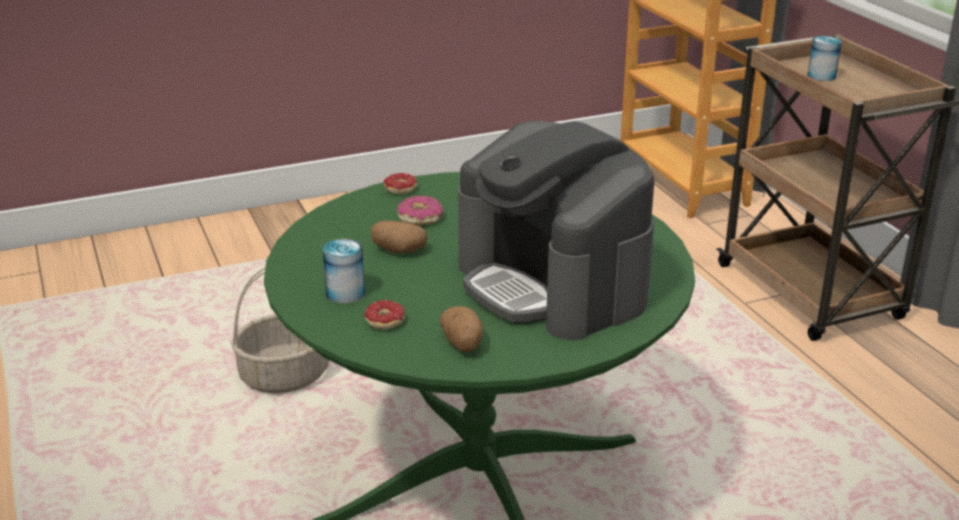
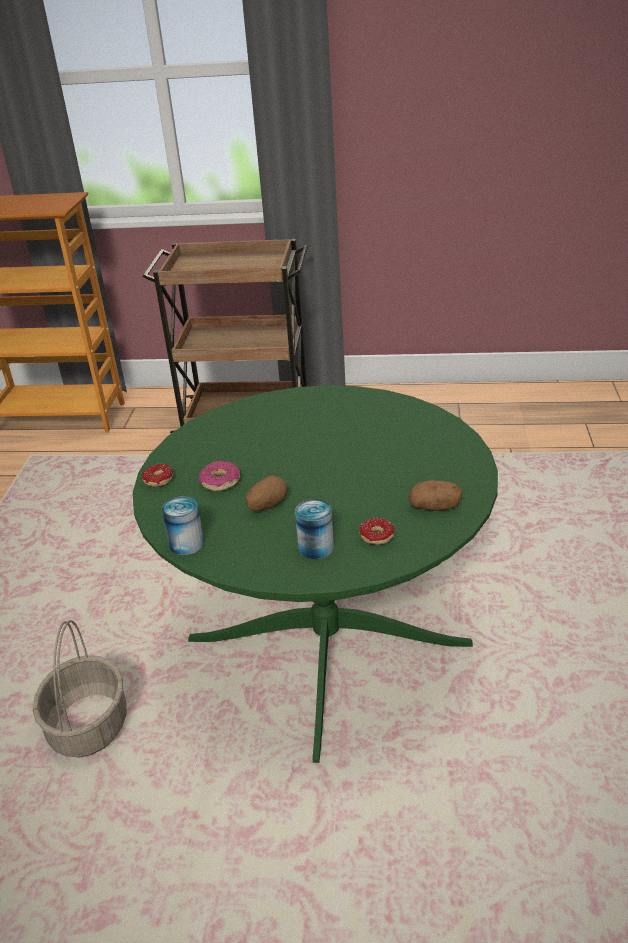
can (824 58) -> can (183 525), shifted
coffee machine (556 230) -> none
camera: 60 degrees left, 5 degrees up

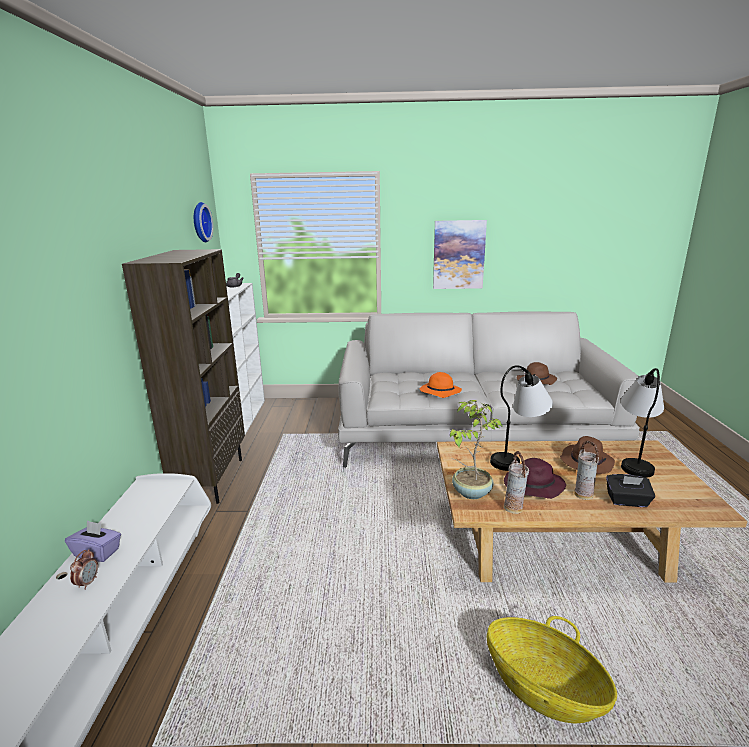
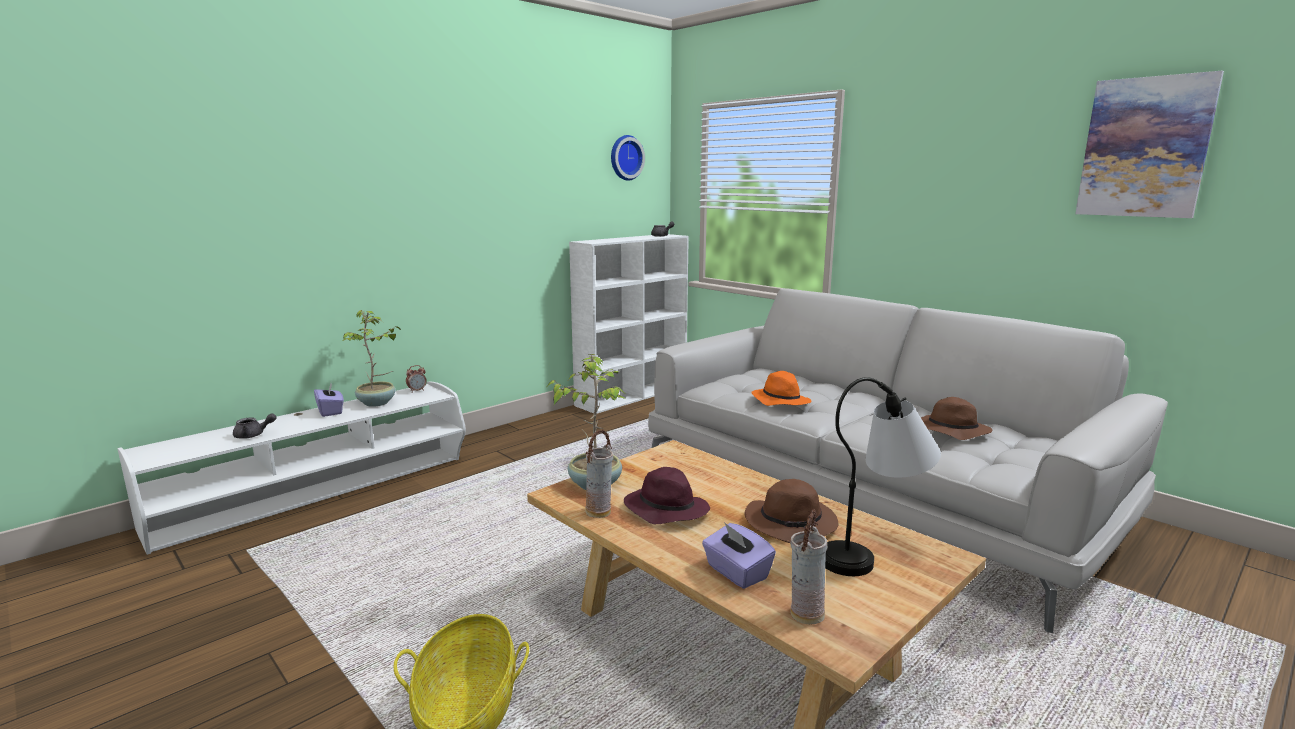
picture (460 254) -> picture (1149 144), shifted
brown bookcase (183 376) -> none
table lamp (521 418) -> none
vase (586 470) -> vase (809 566), shifted
black tissue box (630 490) -> purple tissue box (739 555)
alarm clock (84 569) -> alarm clock (416 378), shifted
none -> potted plant (371 358)
none -> grey teapot (254 426)
camera: 45 degrees right, 5 degrees down

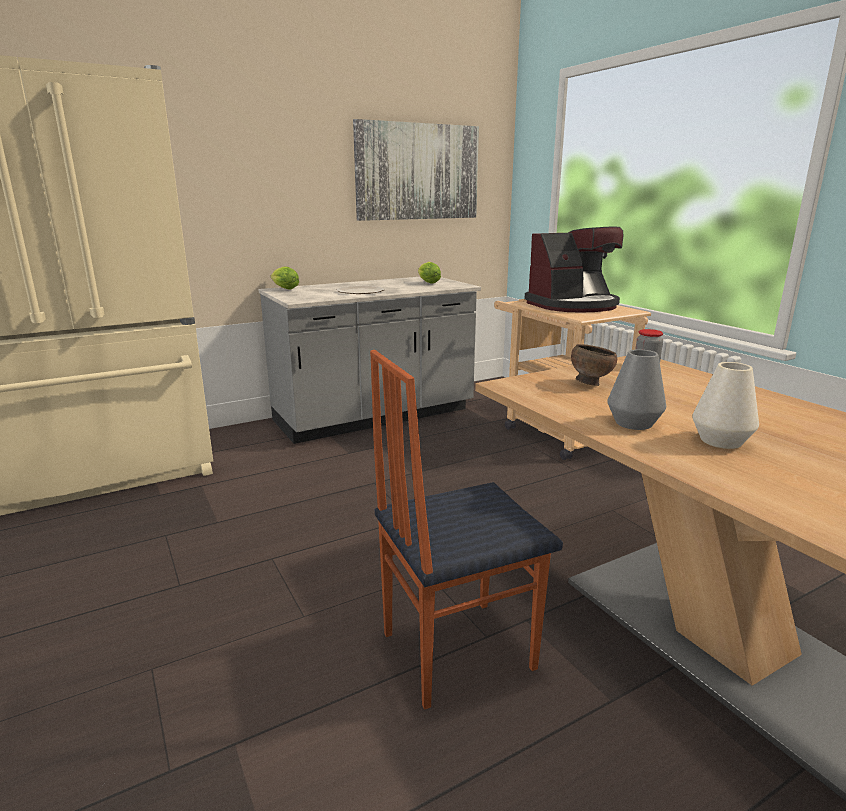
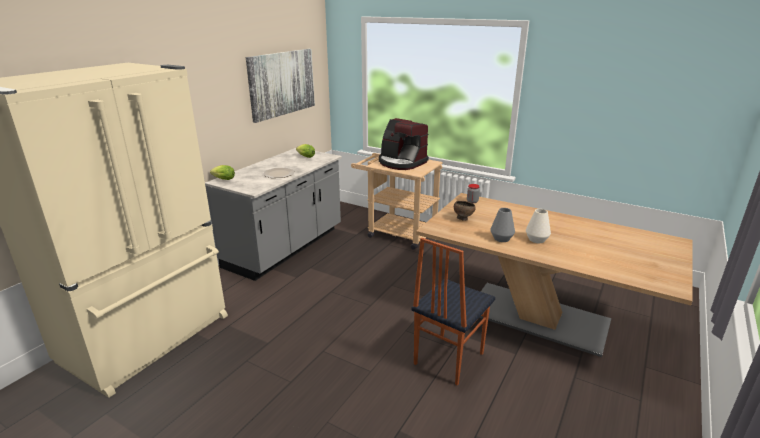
coffee machine (574 269) -> coffee machine (404 144), 90 degrees clockwise
camera: 30 degrees left, 5 degrees up

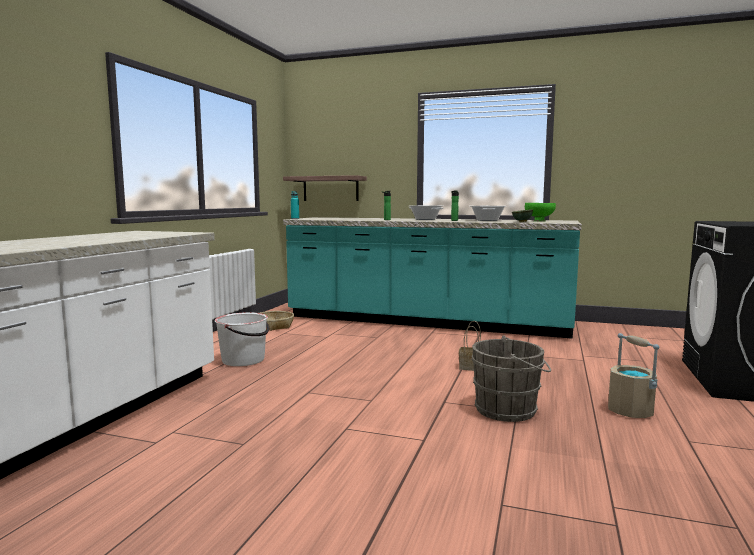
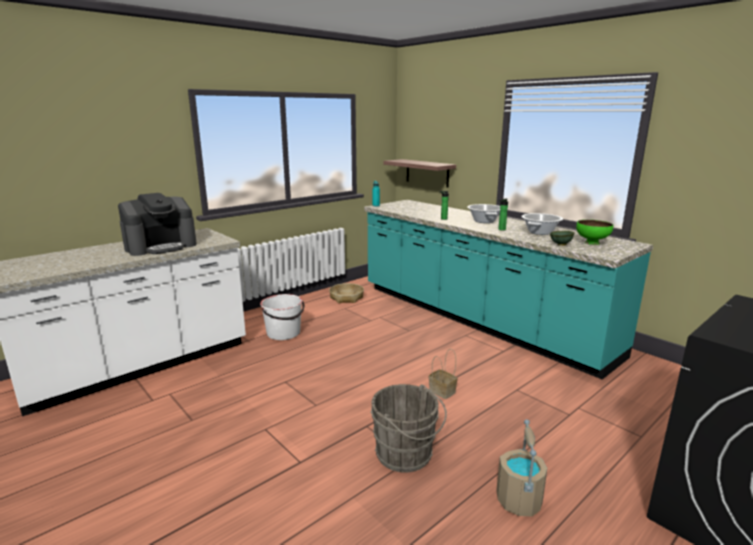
none -> coffee machine (157 224)
camera: 30 degrees right, 10 degrees up

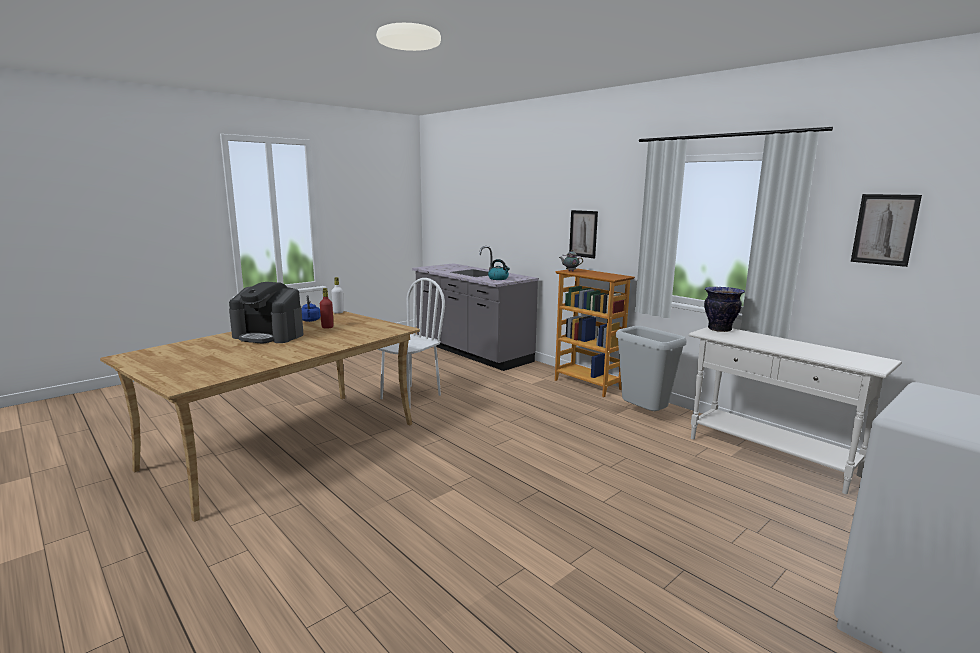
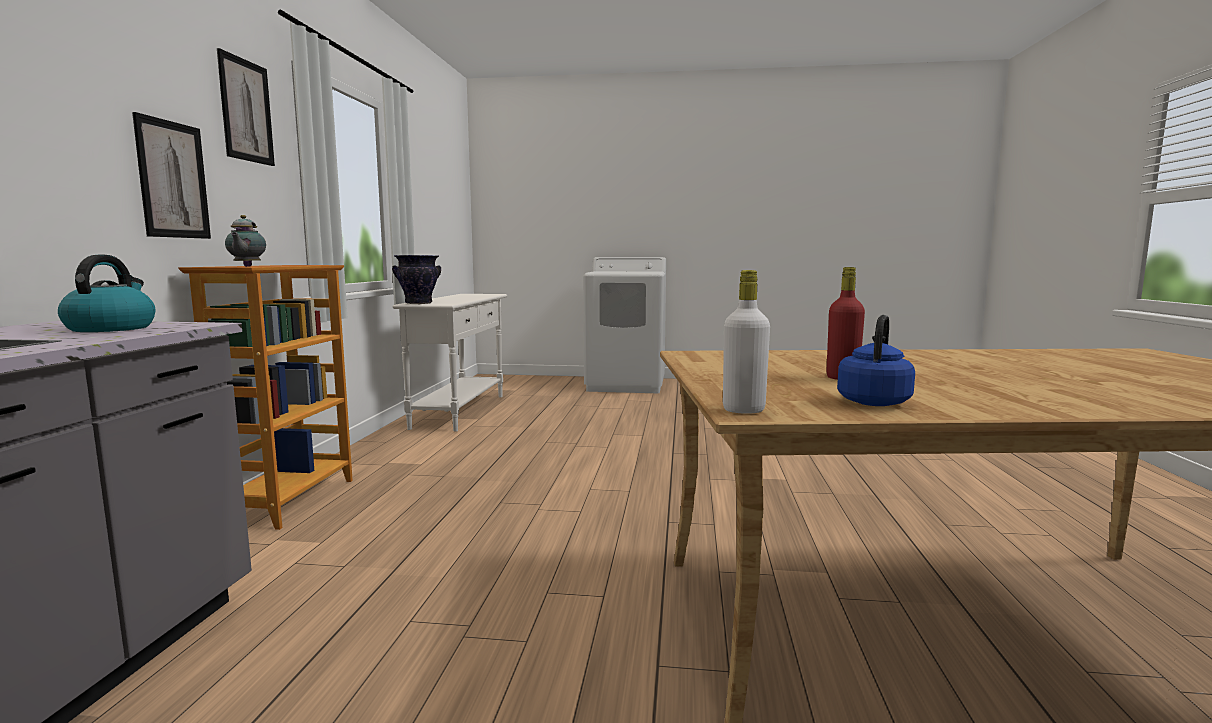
picture (886 230) -> picture (246 107), shifted
white chair (411 343) -> none
coffee machine (266 313) -> none
grey trash can (651 368) -> none
camera: 130 degrees left, 5 degrees down

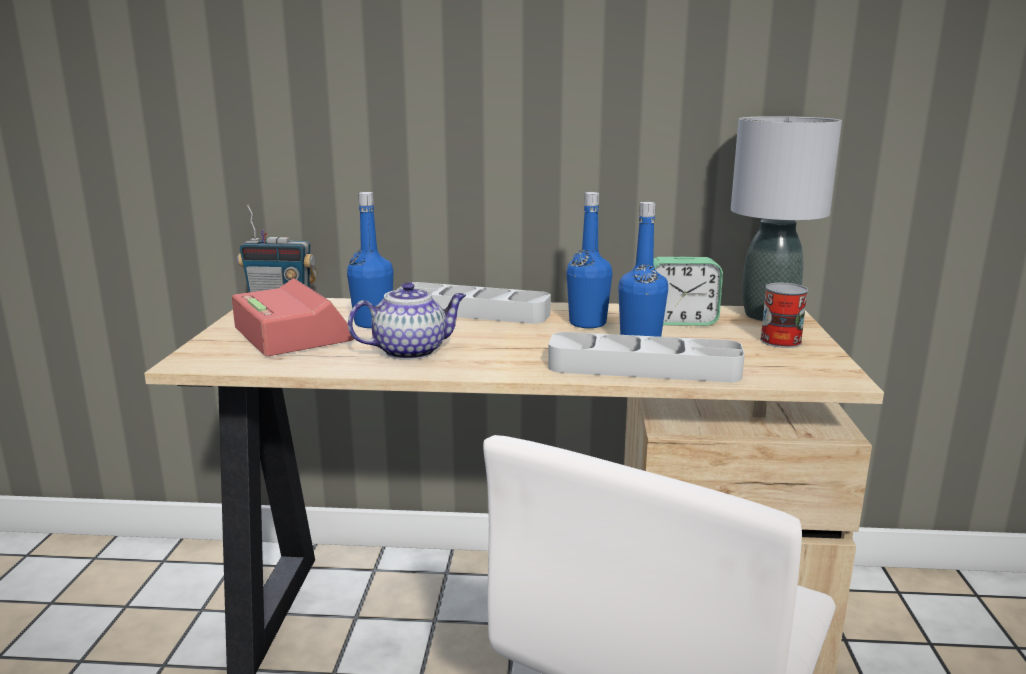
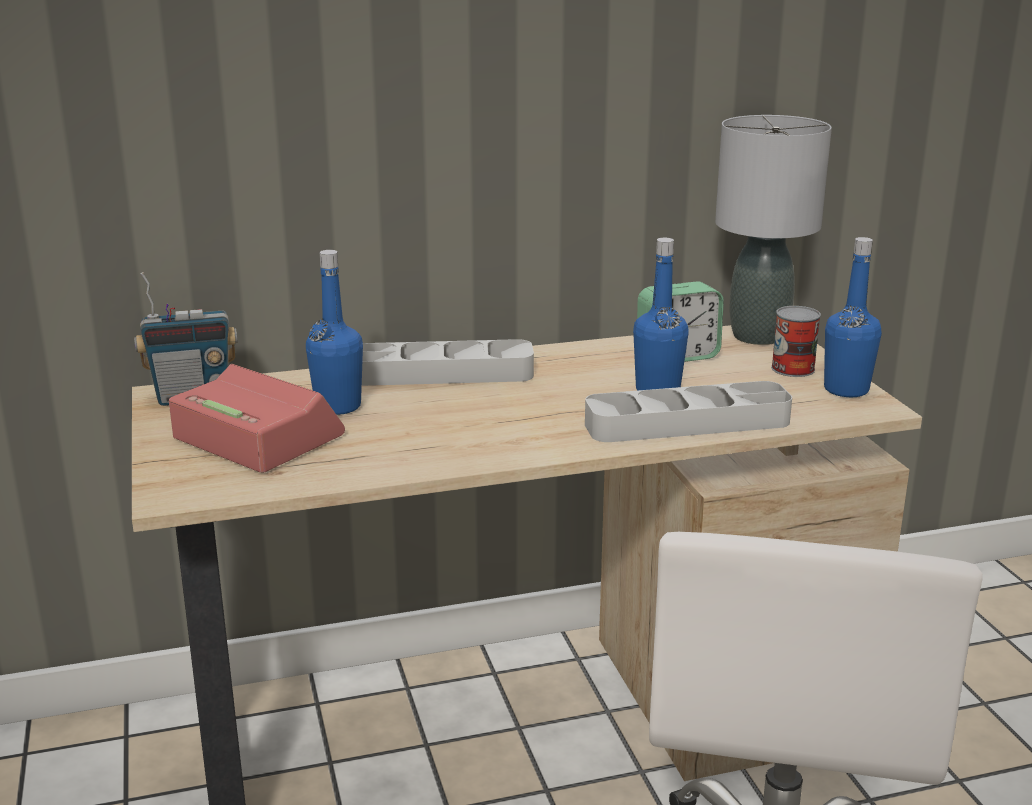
blue bottle (589 260) -> blue bottle (853 317), shifted
teapot (407 321) -> none
camera: 20 degrees left, 5 degrees up

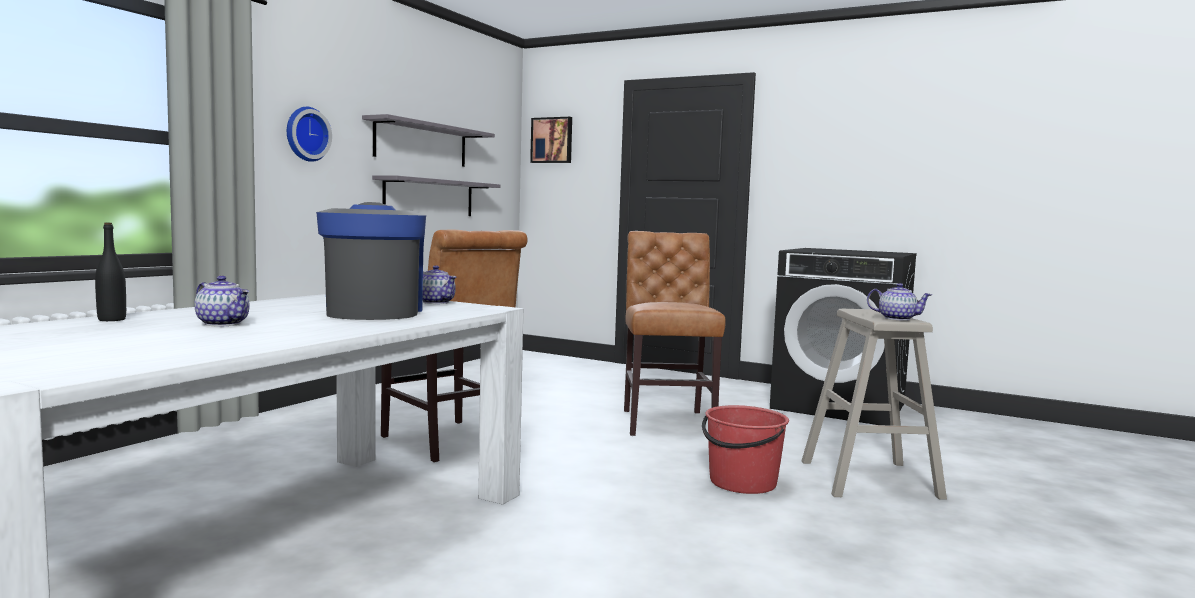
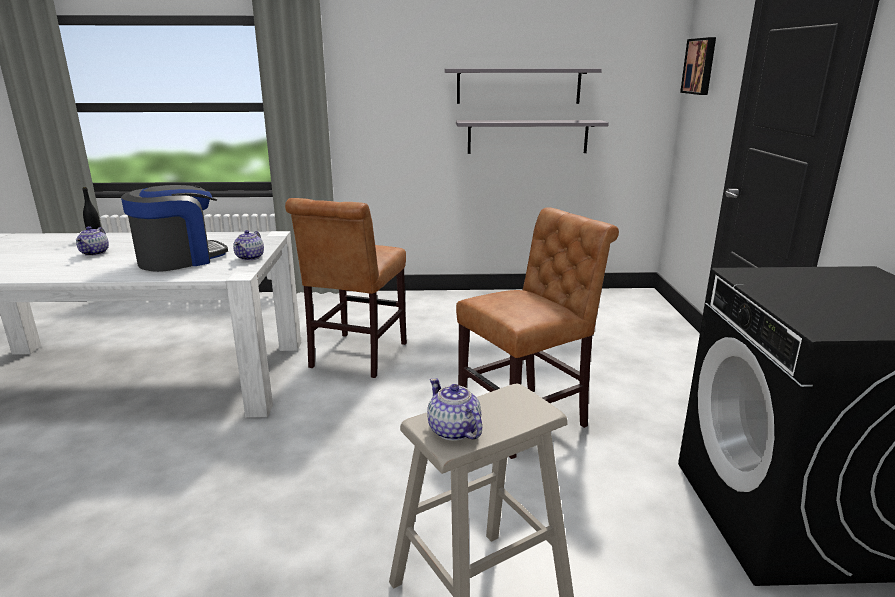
wall clock (309 134) -> none
teapot (899 302) -> teapot (454 409), 150 degrees clockwise
red bucket (745 449) -> none
camera: 60 degrees right, 15 degrees up

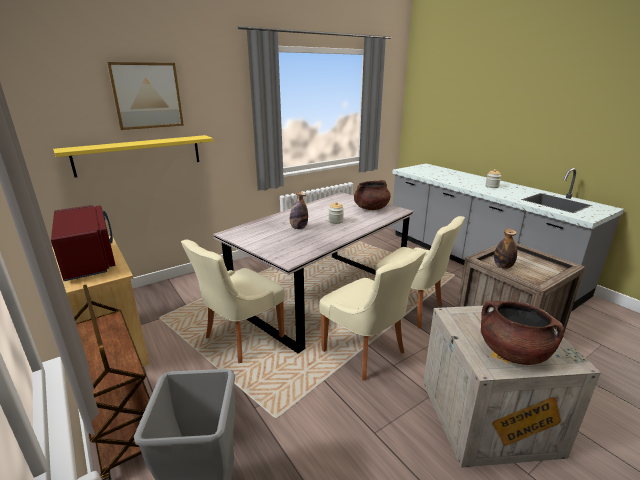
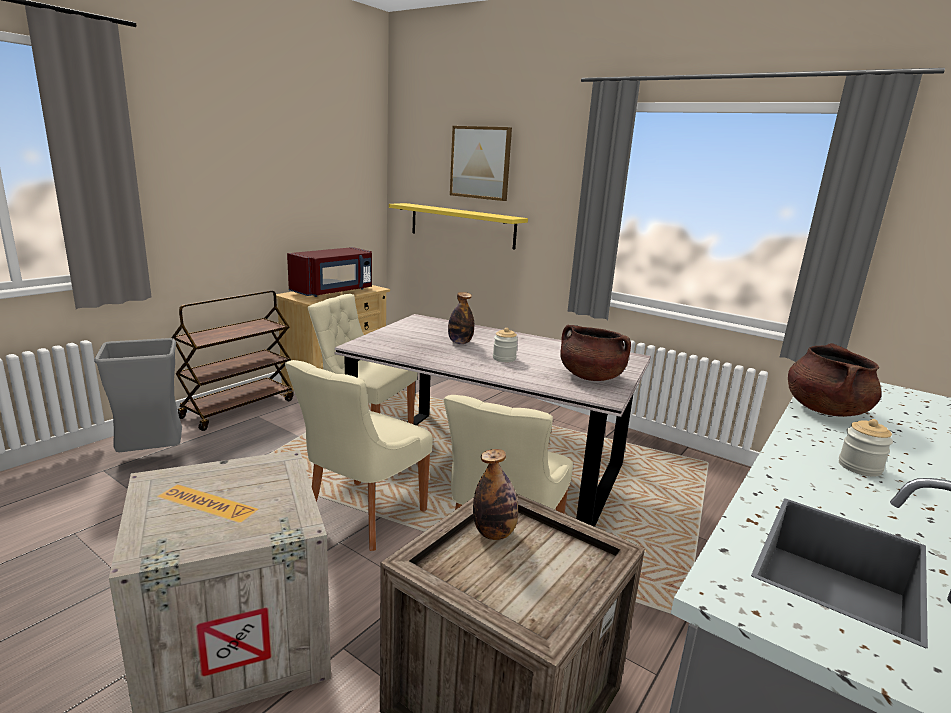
brown cooking pot (522 333) -> brown cooking pot (835 380), shifted
camera: 70 degrees right, 5 degrees down

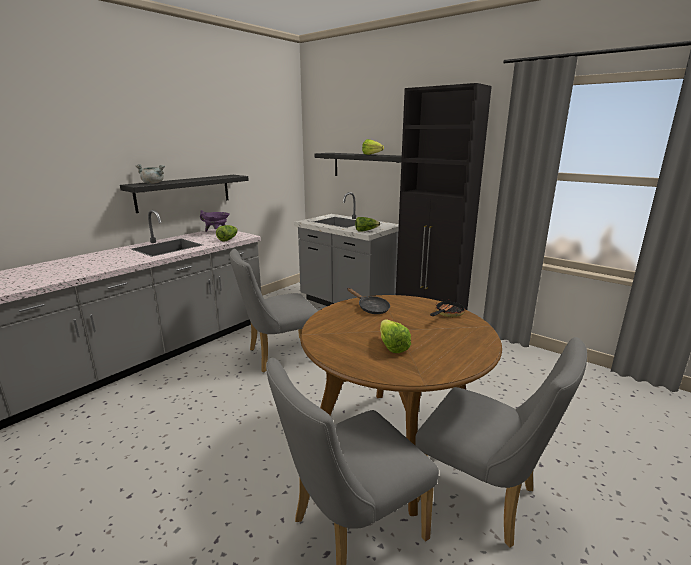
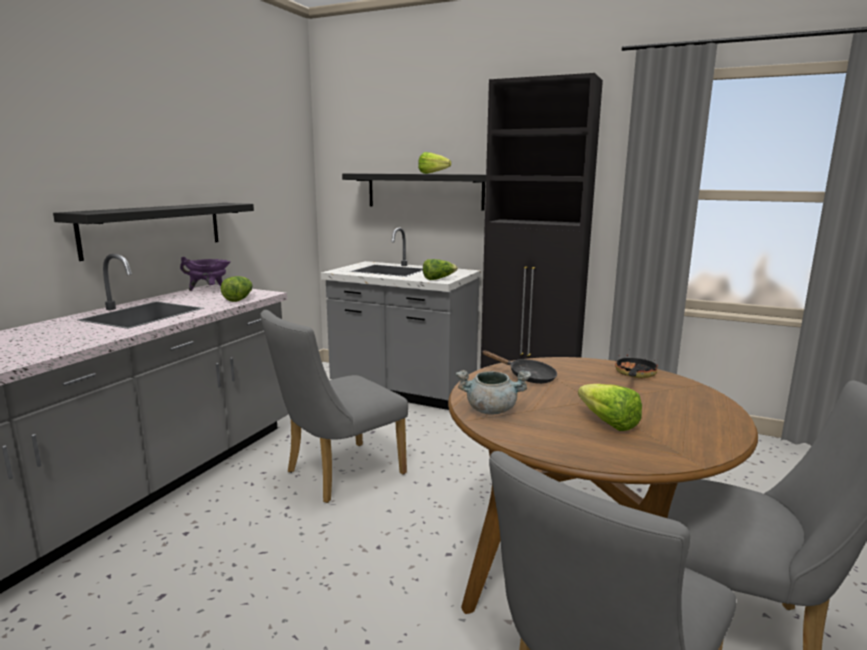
grey cooking pot (150 174) -> grey cooking pot (493 392), shifted
camera: 15 degrees left, 5 degrees down

